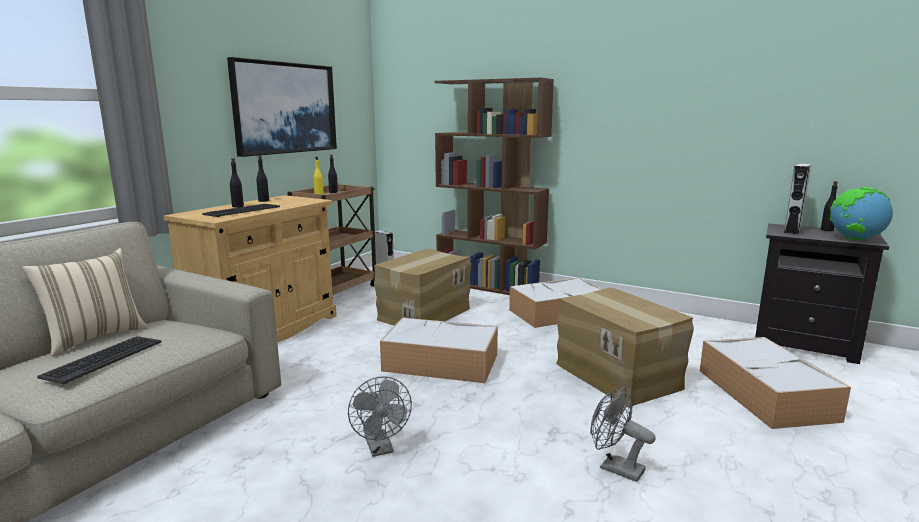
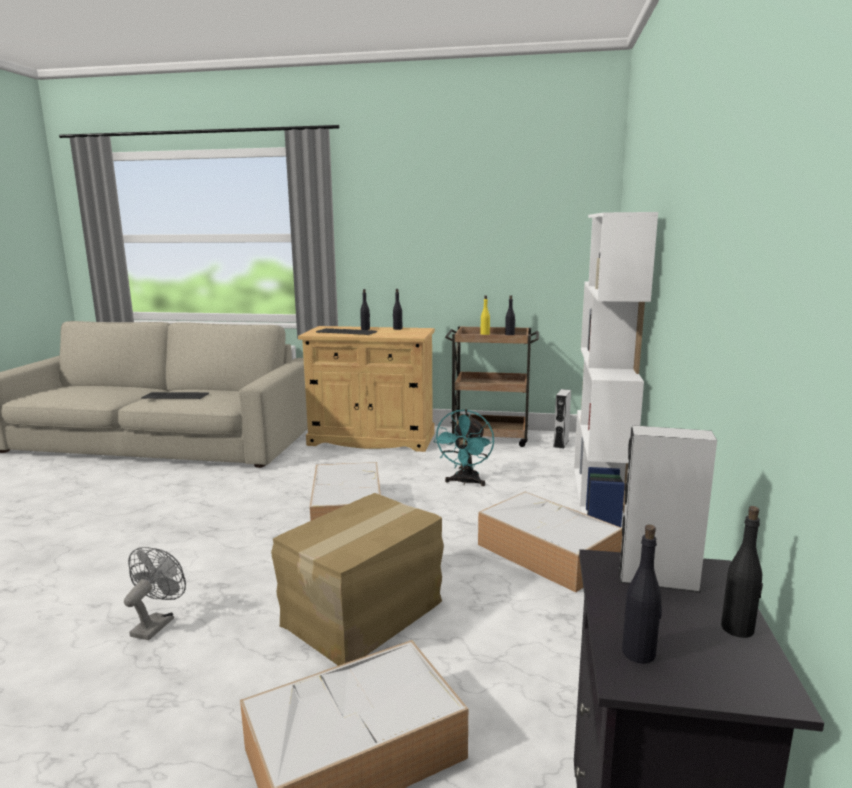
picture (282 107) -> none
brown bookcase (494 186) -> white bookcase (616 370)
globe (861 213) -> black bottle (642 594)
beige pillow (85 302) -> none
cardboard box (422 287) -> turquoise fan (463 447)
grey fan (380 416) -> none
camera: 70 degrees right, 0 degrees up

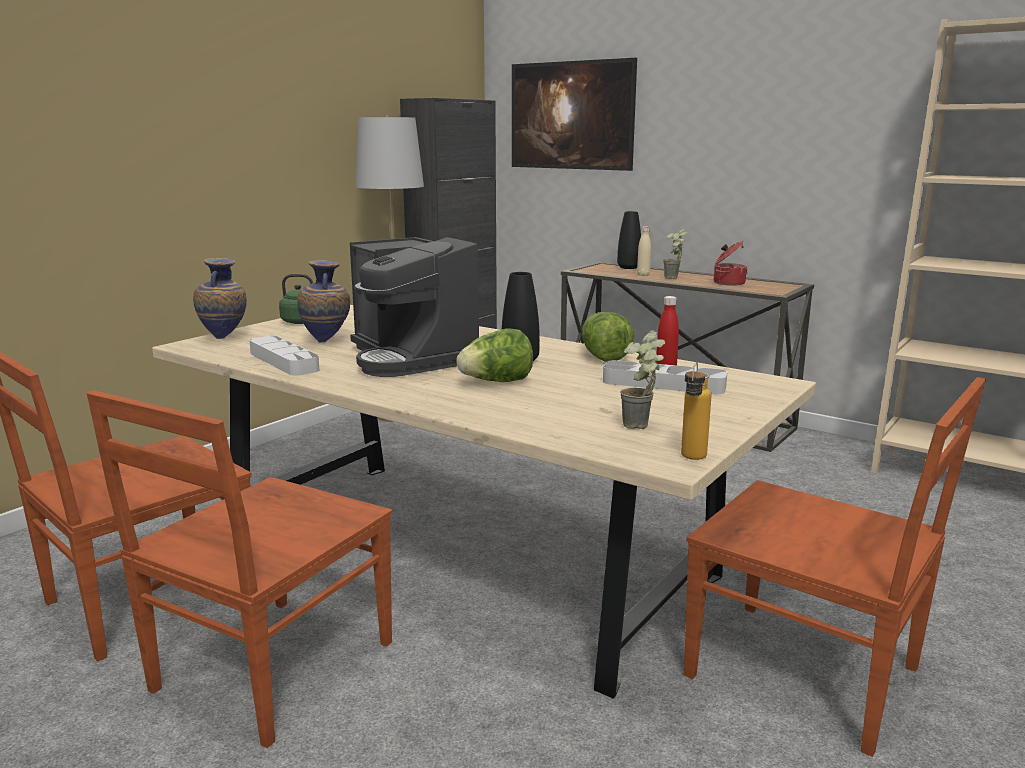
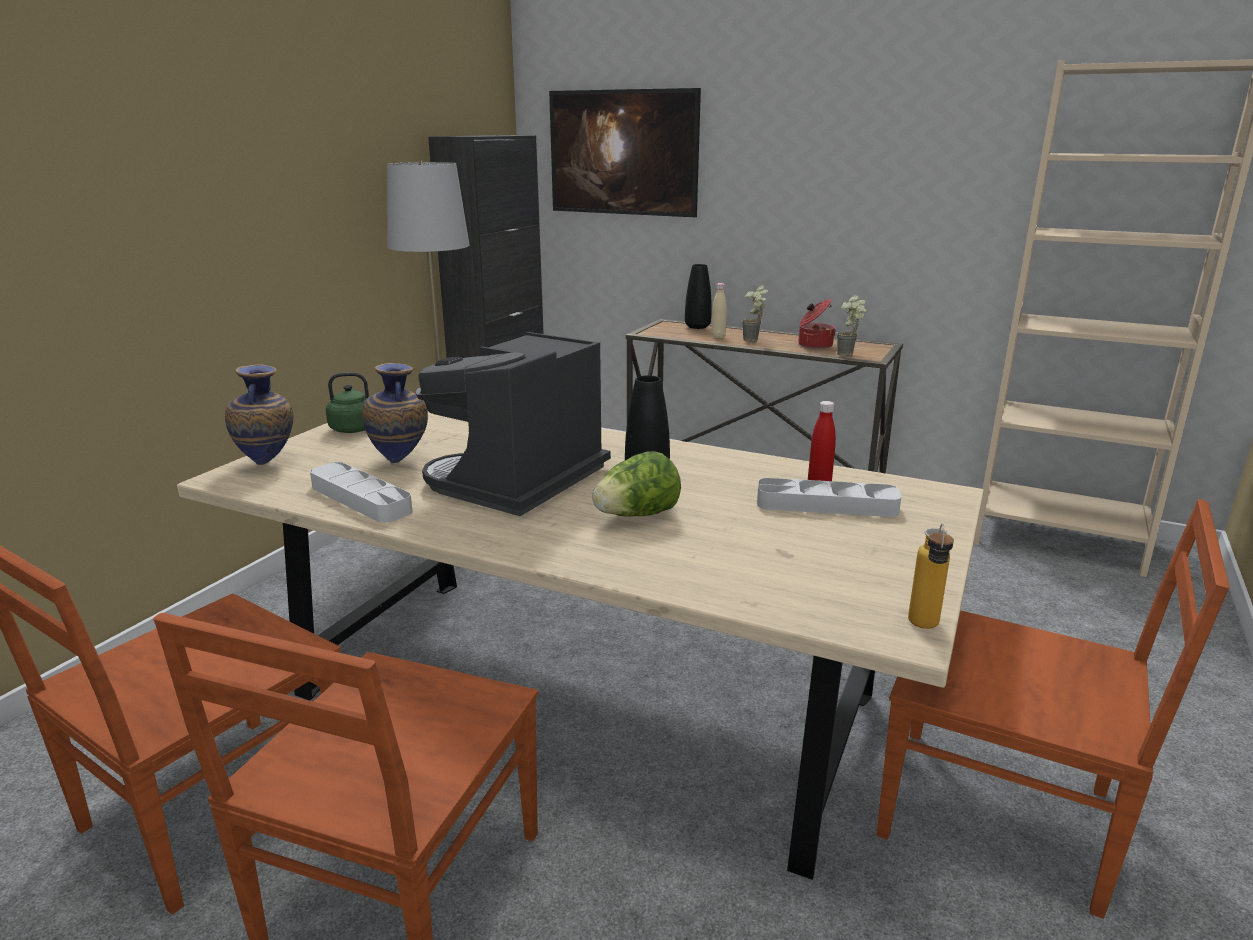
coffee machine (414 307) -> coffee machine (513 424), 75 degrees clockwise
lettuce (608 337) -> none
potted plant (642 379) -> potted plant (851 325), shifted
camera: 10 degrees left, 5 degrees up

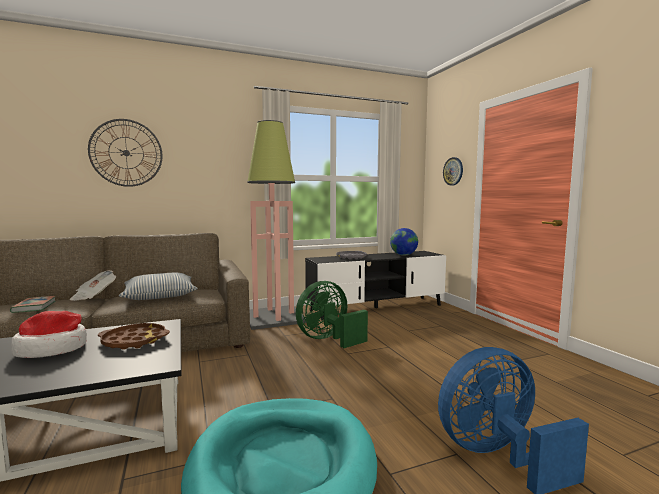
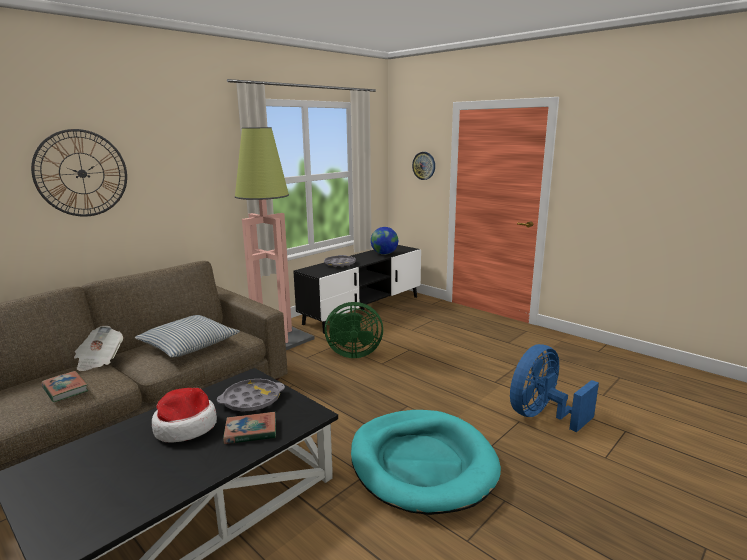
green fan (332 314) -> green fan (353 330), 120 degrees counterclockwise
brown tray (134 336) -> grey tray (251 395)
none -> book (249 428)
camera: 25 degrees left, 10 degrees up

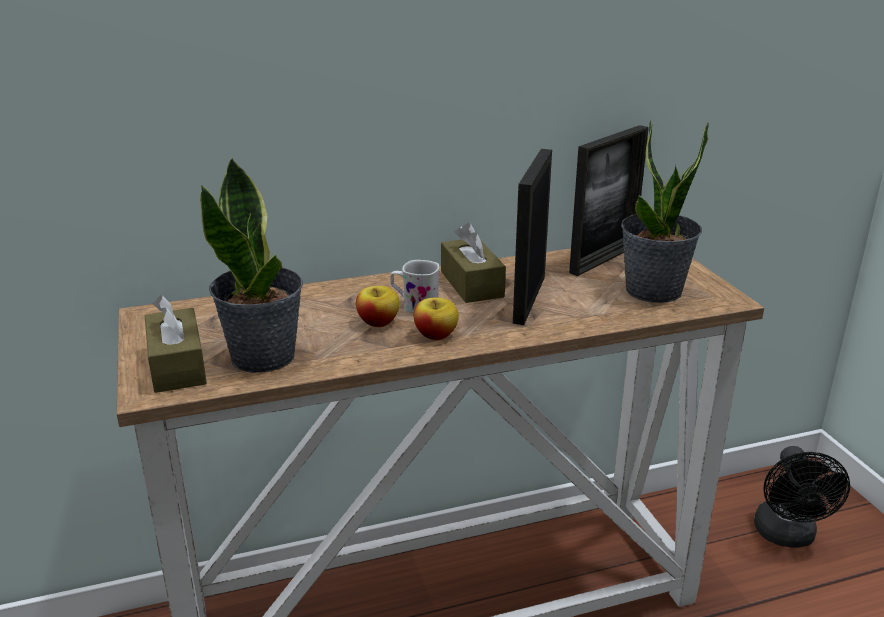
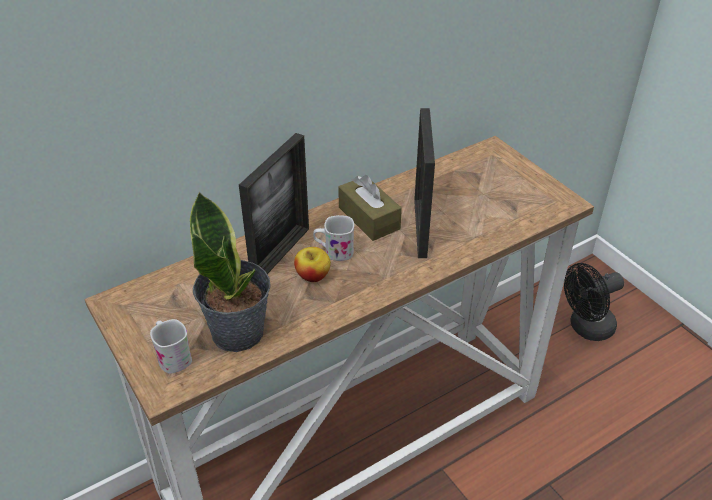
potted plant (665 211) -> none
picture frame (609 200) -> picture frame (274 203), shifted
brown tissue box (176 344) -> white mug (171 346)
apple (436 319) -> none
black fan (802 497) -> black fan (594 302), 75 degrees clockwise
camera: 15 degrees left, 15 degrees up

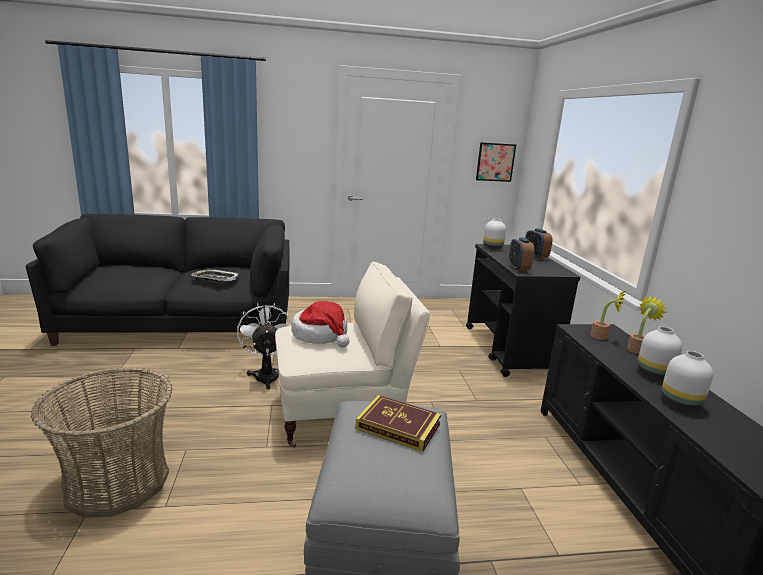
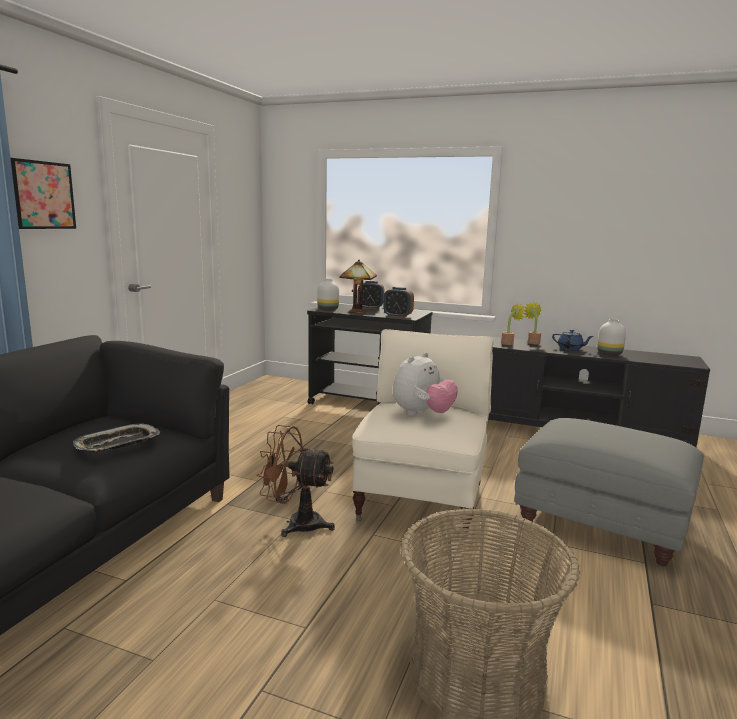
picture (496 162) -> picture (43 193), shifted
hat (320 324) -> plush toy (425 384)
white fan (264 346) -> brown fan (296 481)
white vase (659 353) -> blue teapot (573 340)
book (398 423) -> none
none -> table lamp (358 286)
camera: 60 degrees left, 5 degrees down

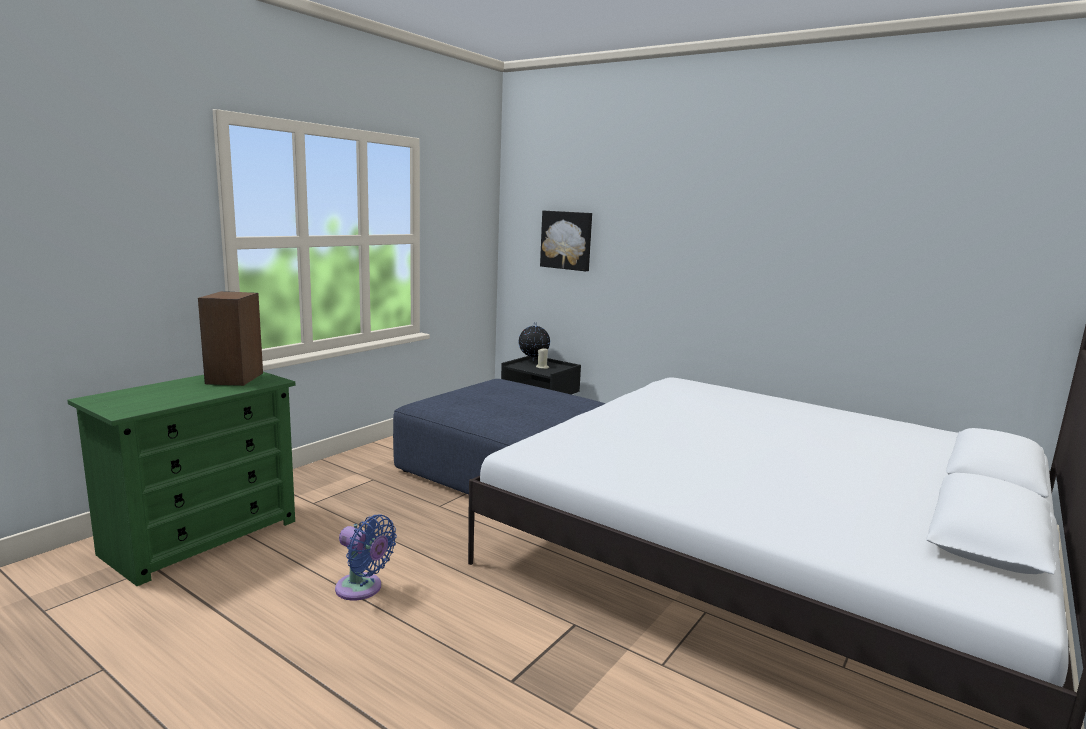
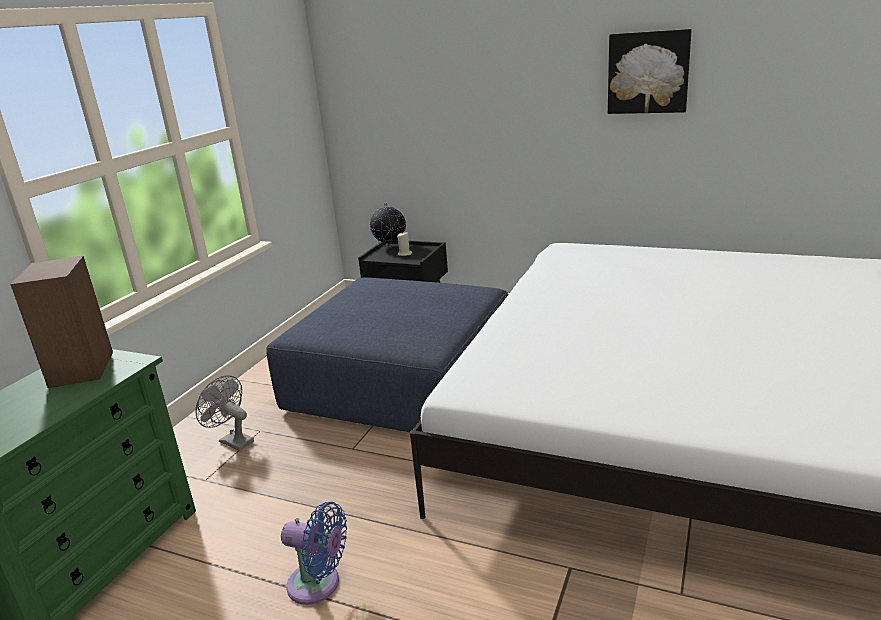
picture (566 241) -> picture (650 71), shifted
none -> grey fan (224 413)
camera: 10 degrees left, 10 degrees up

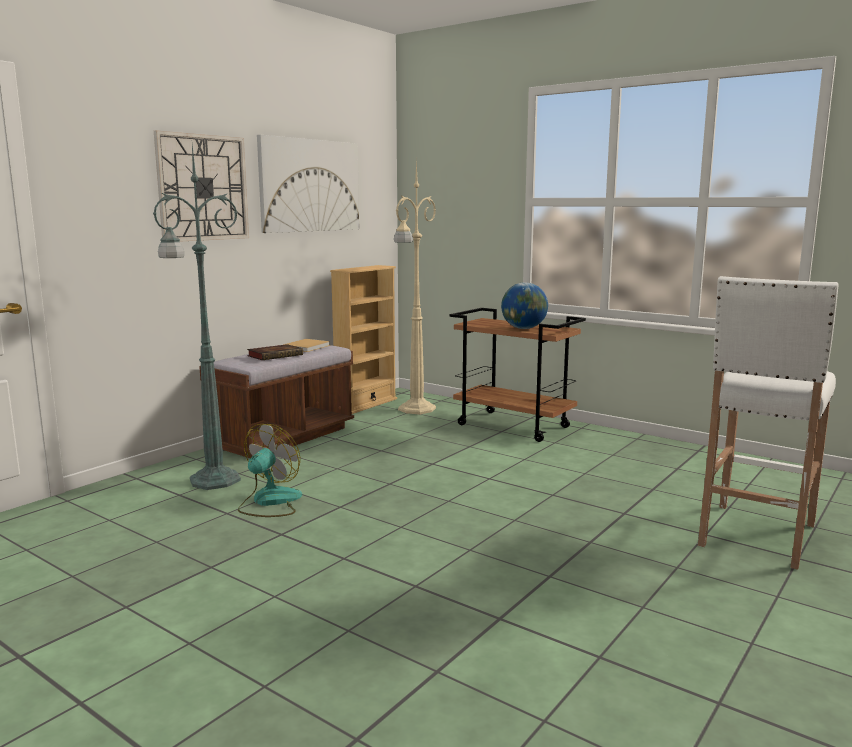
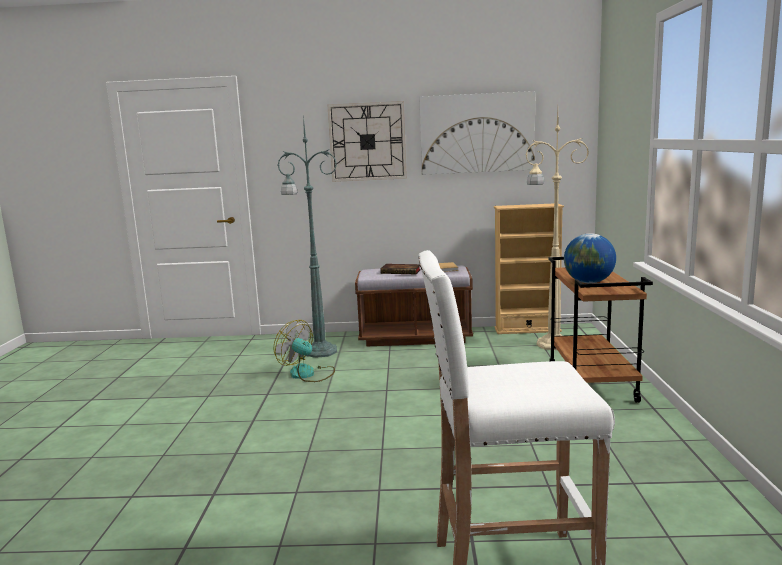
fan (270 470) -> fan (304 351), 135 degrees counterclockwise
camera: 55 degrees right, 0 degrees up

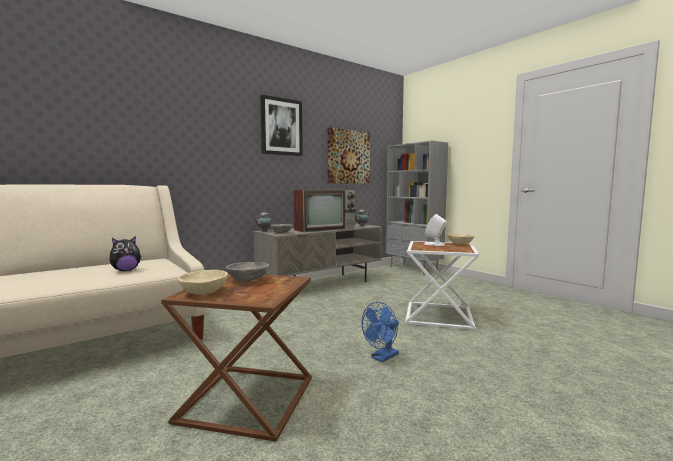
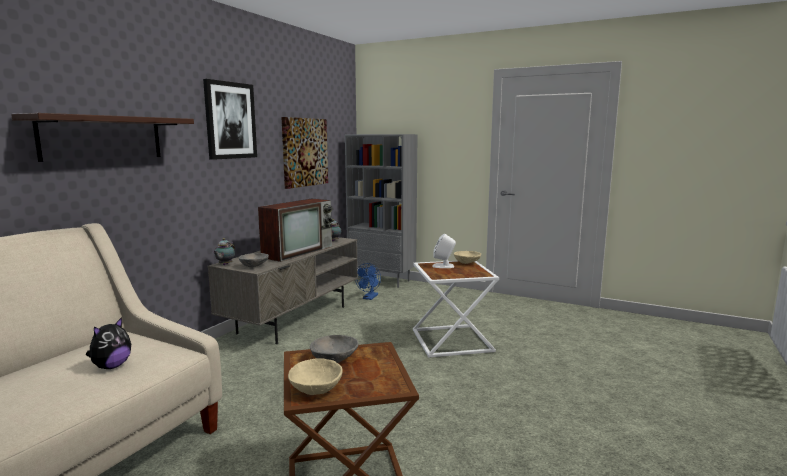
blue fan (380 332) -> blue fan (368 281), shifted
none -> shelf (102 137)
camera: 25 degrees left, 5 degrees up

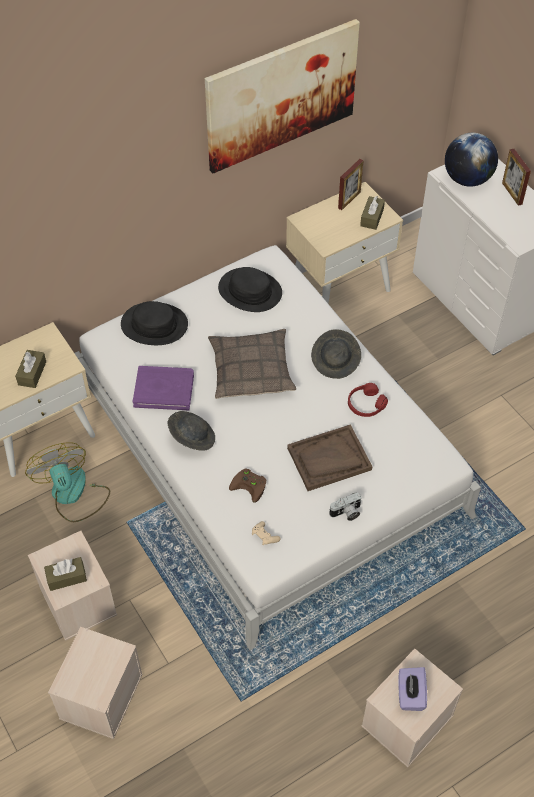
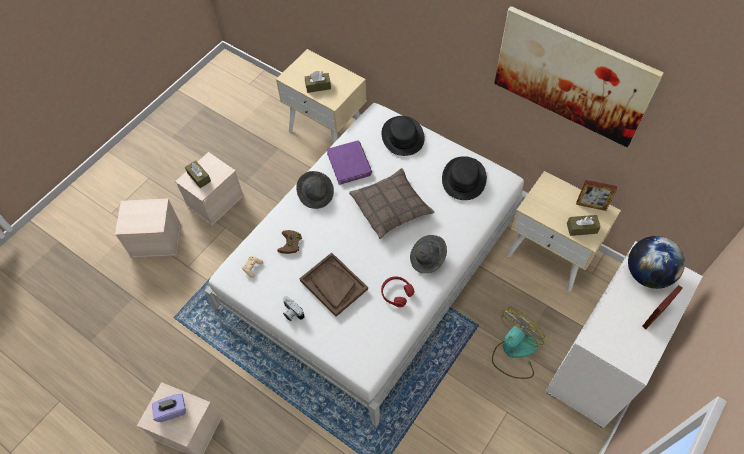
fan (67 482) -> fan (518 343), shifted
camera: 70 degrees right, 5 degrees up

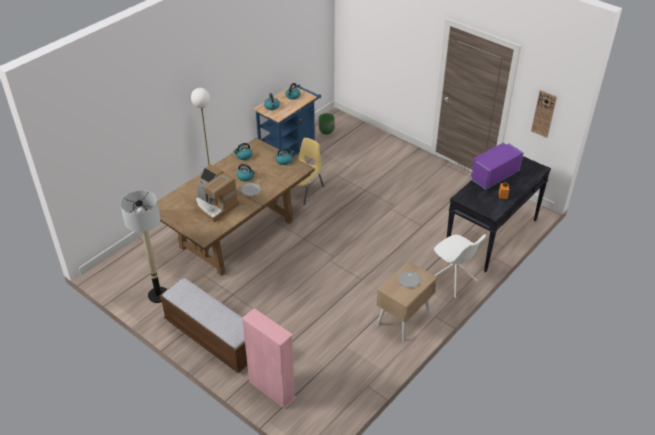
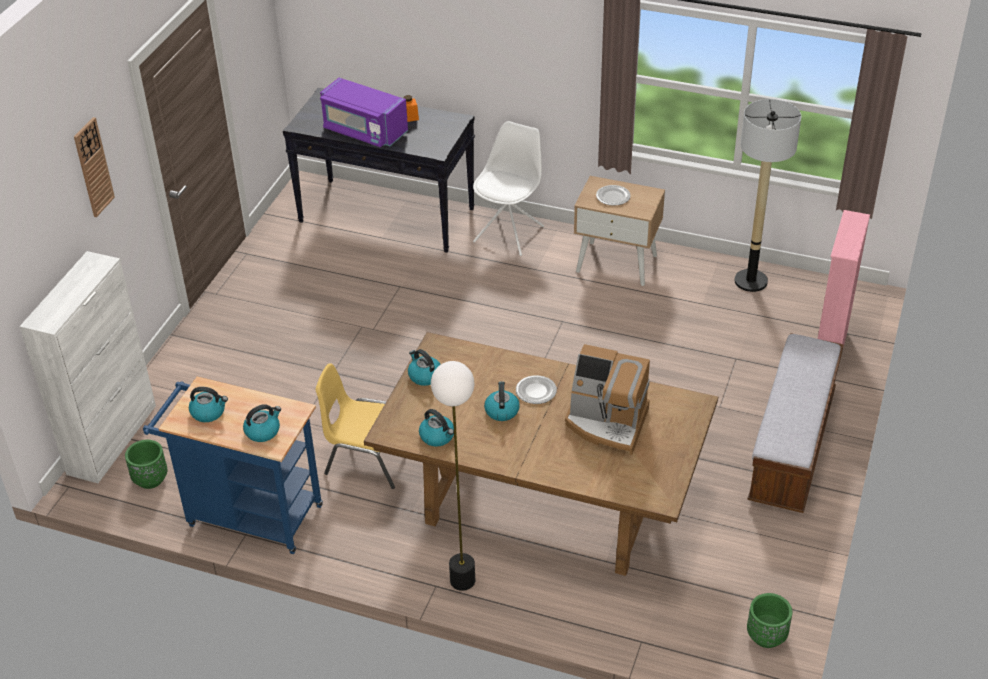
wall clock (544 114) -> wall clock (94 167), shifted
coffee machine (216 194) -> coffee machine (607 399), 90 degrees clockwise
floor lamp (143 246) -> floor lamp (768 195), shifted
none -> white cabinet (87 367)
none -> green planter (769 620)
camera: 110 degrees left, 0 degrees up

